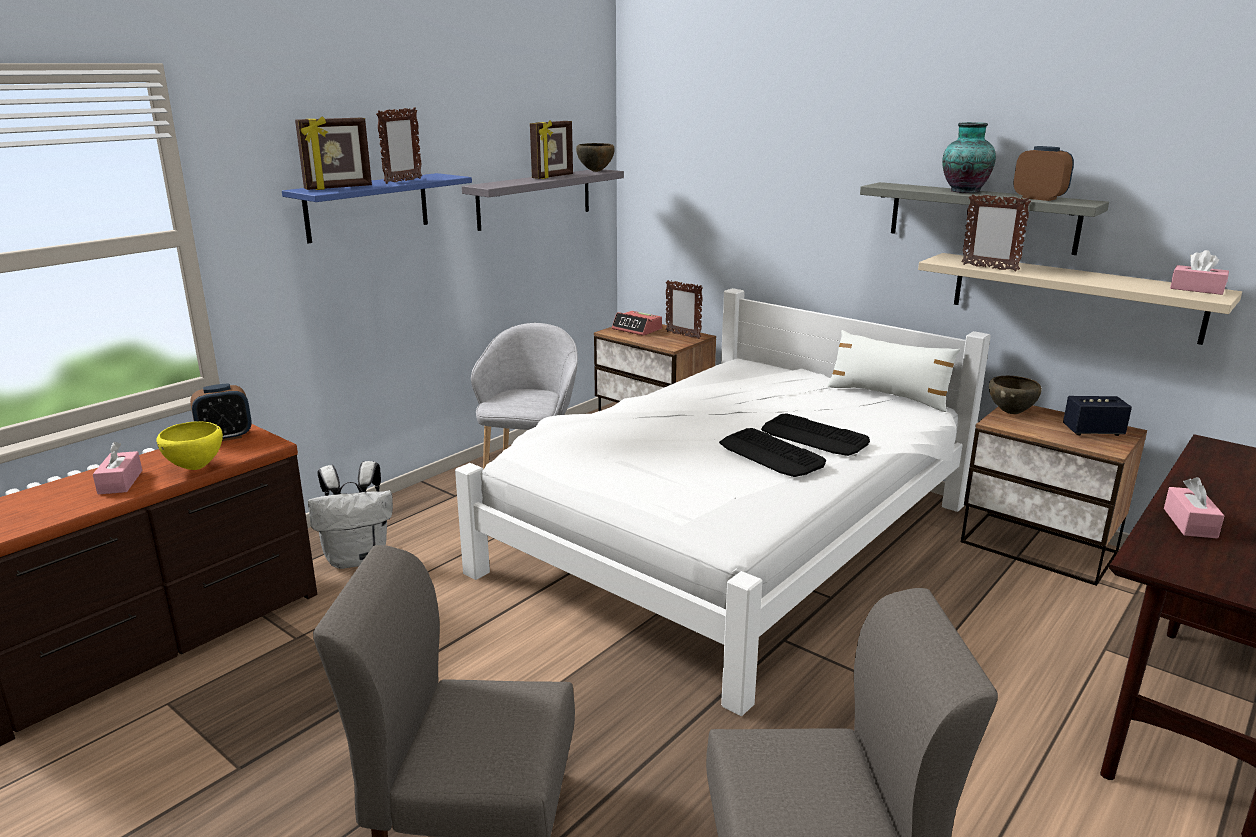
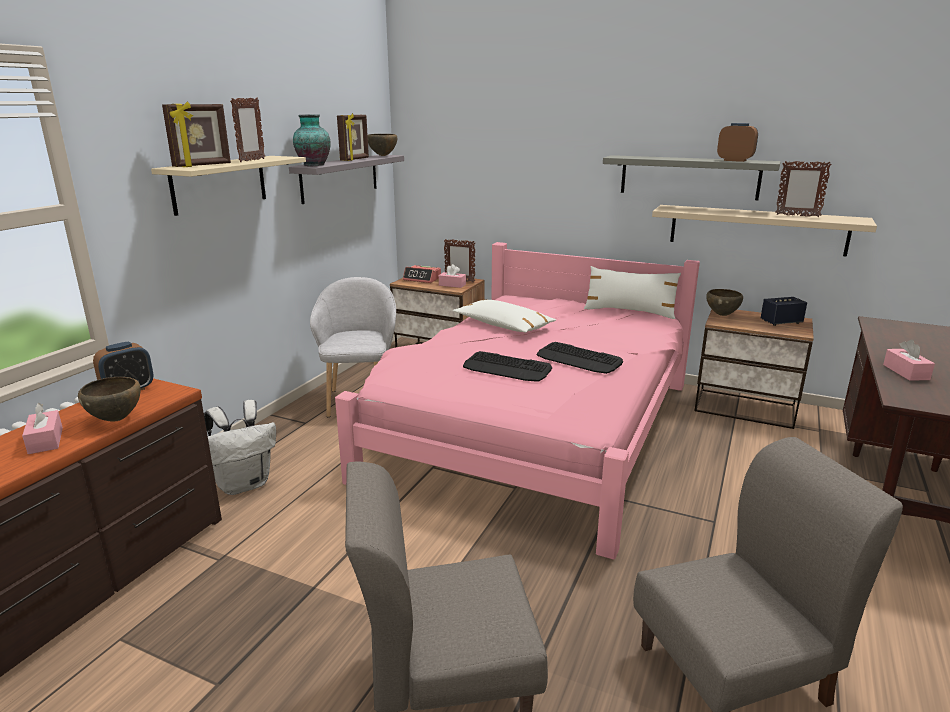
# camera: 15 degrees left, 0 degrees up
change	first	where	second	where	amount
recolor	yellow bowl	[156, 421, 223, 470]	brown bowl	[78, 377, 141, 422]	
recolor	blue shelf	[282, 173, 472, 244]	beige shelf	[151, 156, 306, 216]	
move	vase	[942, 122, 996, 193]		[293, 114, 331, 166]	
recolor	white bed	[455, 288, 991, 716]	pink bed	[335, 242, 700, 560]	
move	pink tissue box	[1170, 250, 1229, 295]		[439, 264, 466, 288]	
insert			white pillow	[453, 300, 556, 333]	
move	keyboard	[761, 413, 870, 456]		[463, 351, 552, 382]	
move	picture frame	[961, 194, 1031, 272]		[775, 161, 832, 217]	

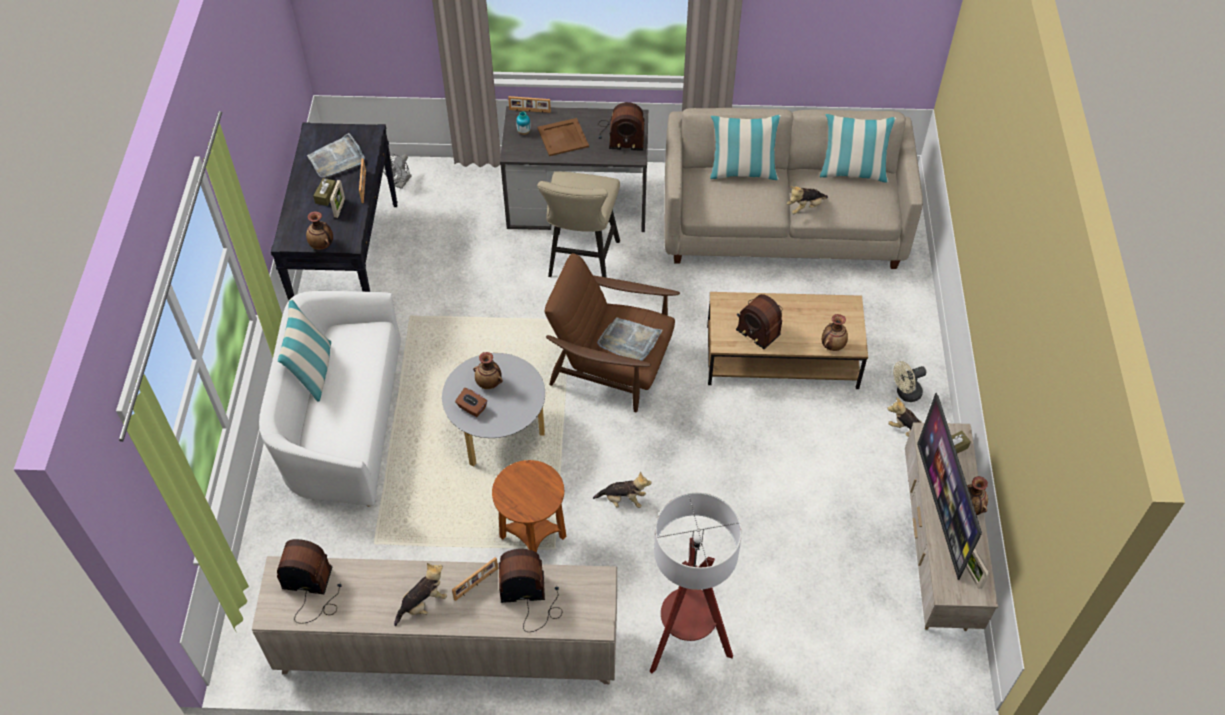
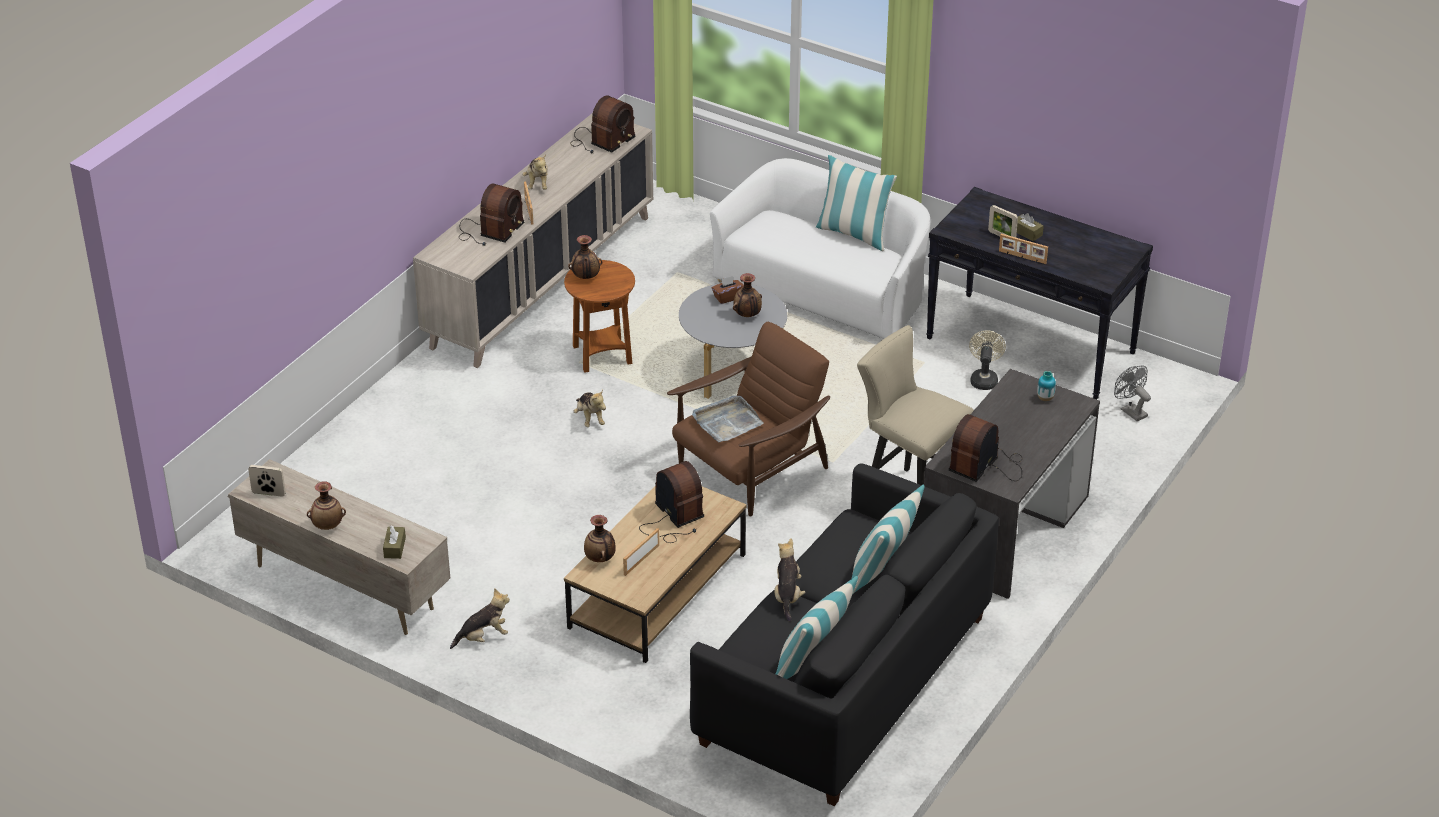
# camera: 120 degrees right, 15 degrees down
change	first	where	second	where	amount
move	vase	[306, 211, 333, 250]		[568, 235, 602, 279]	
rotate	plush toy	[593, 472, 651, 508]		[574, 390, 606, 427]	60 degrees counterclockwise
move	picture frame	[508, 96, 551, 113]		[623, 528, 659, 576]	
rotate	radio	[736, 294, 782, 349]		[639, 461, 704, 543]	75 degrees clockwise
recolor	beige sofa	[664, 108, 923, 269]	black sofa	[690, 463, 999, 806]	
move	beige fan	[893, 361, 926, 402]		[969, 330, 1006, 390]	
delete	grey tray	[307, 133, 365, 178]			
delete	brown tray	[537, 118, 589, 156]			
delete	floor lamp	[650, 492, 742, 674]			
delete	television	[917, 393, 982, 580]			

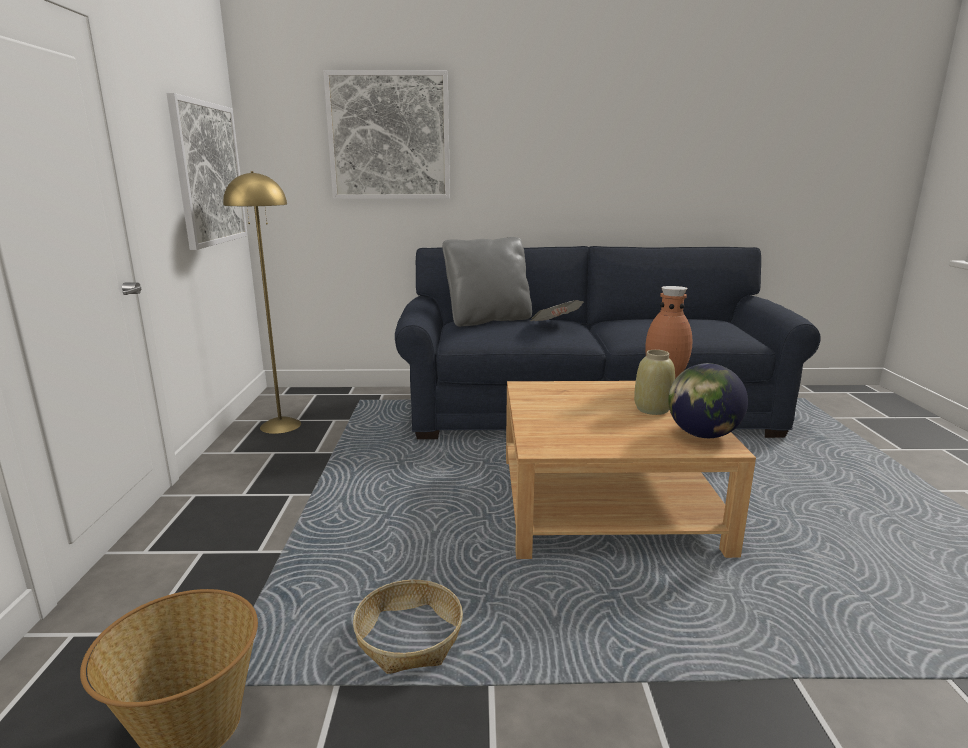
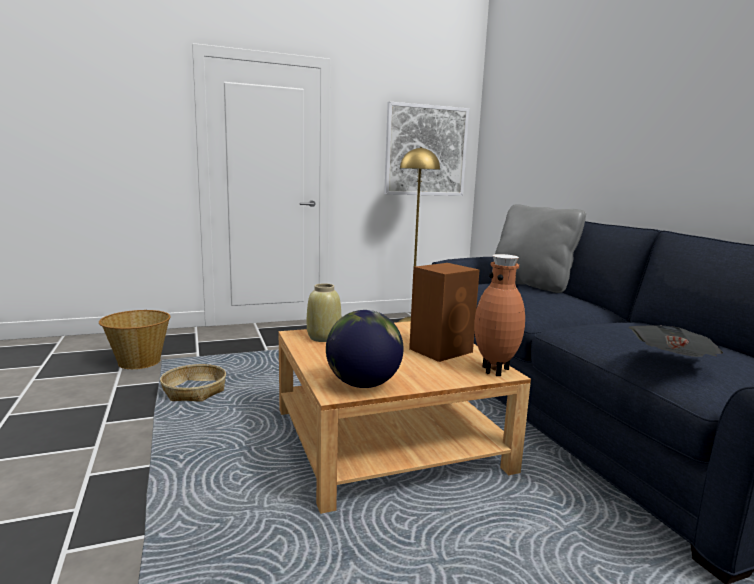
# camera: 70 degrees right, 5 degrees down
change	first	where	second	where	amount
move	beige vase	[634, 350, 675, 415]		[307, 283, 341, 342]	
insert			brown speaker	[409, 263, 480, 362]	
move	newspaper	[530, 300, 584, 321]		[628, 325, 723, 357]	
delete	picture	[323, 70, 450, 199]			

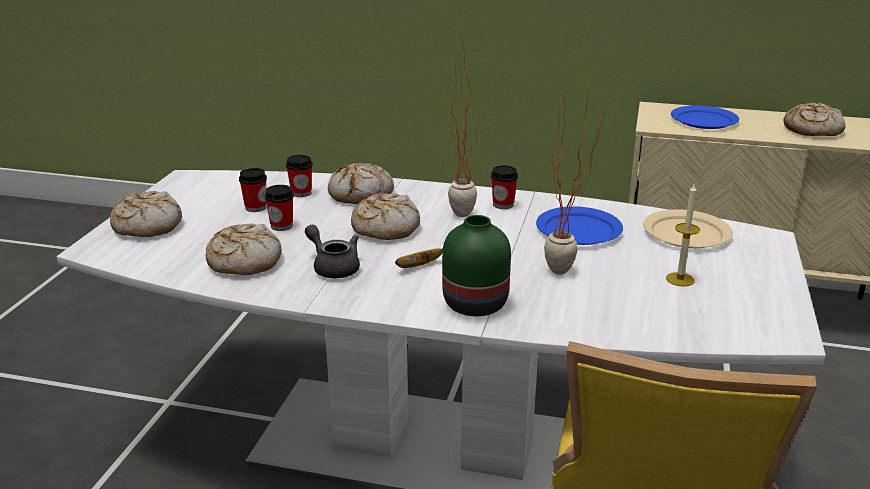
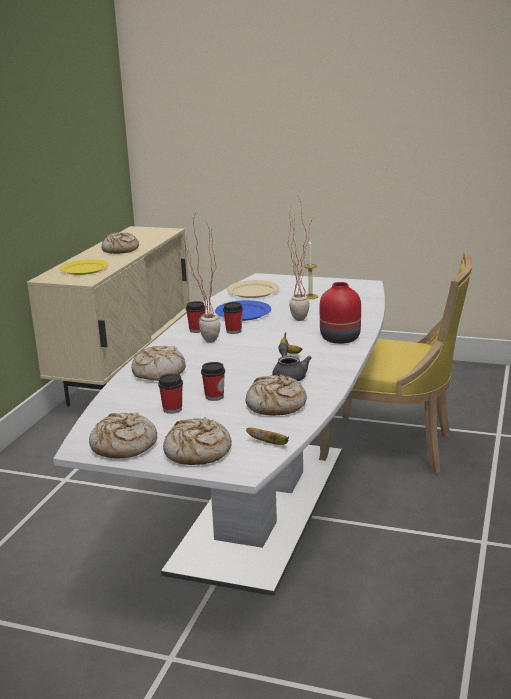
# camera: 85 degrees left, 5 degrees down
change	first	where	second	where	amount
recolor	blue plate	[671, 105, 739, 129]	yellow plate	[59, 259, 109, 275]	
move	bread	[351, 193, 420, 240]		[89, 413, 157, 458]	
move	cup	[286, 155, 313, 197]		[223, 302, 243, 334]	
insert			banana	[246, 428, 289, 445]	
rotate	grey teapot	[305, 224, 360, 278]		[272, 343, 312, 381]	120 degrees clockwise
recolor	green vase	[442, 215, 511, 316]	red vase	[320, 282, 361, 344]	

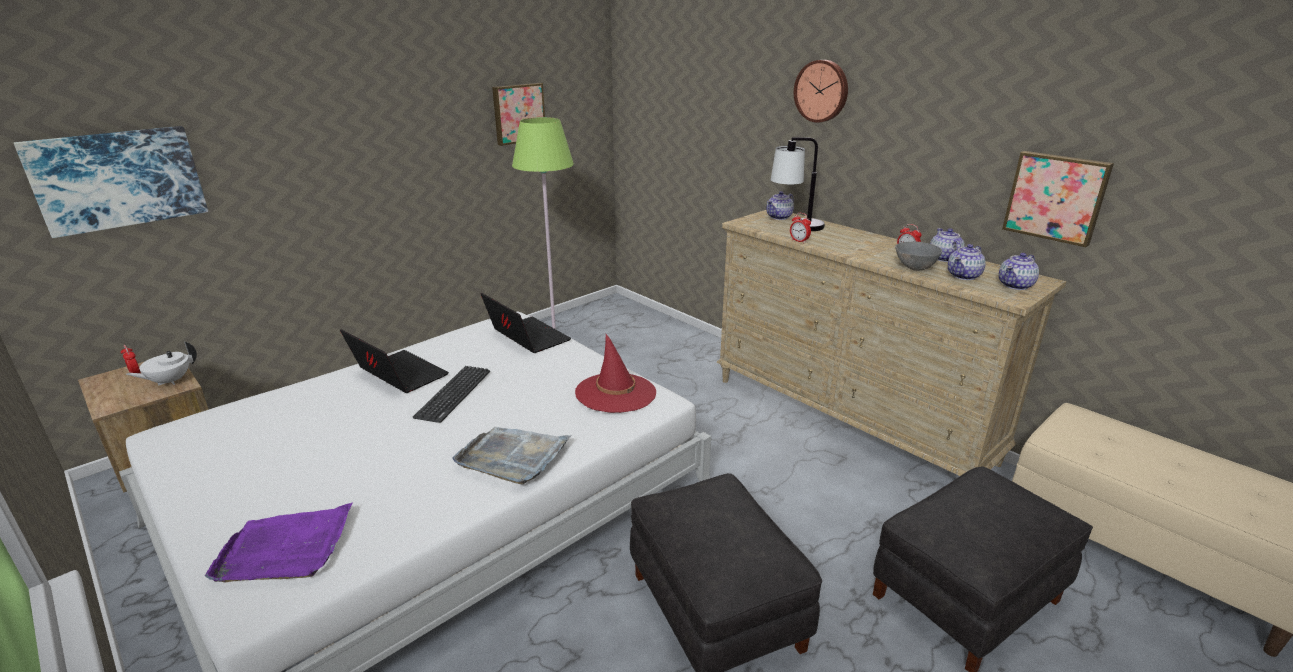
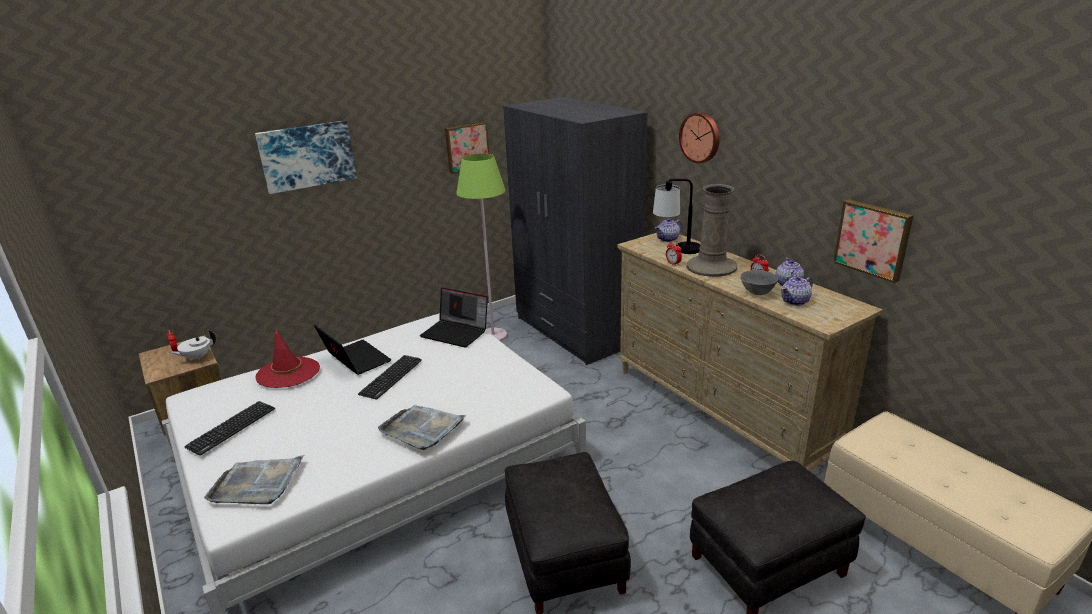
# camera: 10 degrees right, 0 degrees up
change	first	where	second	where	amount
insert			keyboard	[185, 401, 275, 455]	
recolor	purple tray	[205, 502, 353, 582]	grey tray	[204, 455, 304, 504]	
move	picture	[14, 126, 208, 238]		[255, 120, 357, 194]	
move	red hat	[575, 334, 656, 413]		[256, 329, 320, 388]	
rotate	laptop	[481, 293, 571, 353]		[420, 287, 488, 348]	150 degrees clockwise
insert			grey wardrobe	[503, 97, 648, 365]	
insert			beige vase	[686, 184, 737, 277]	
delete	teapot	[999, 253, 1039, 290]			

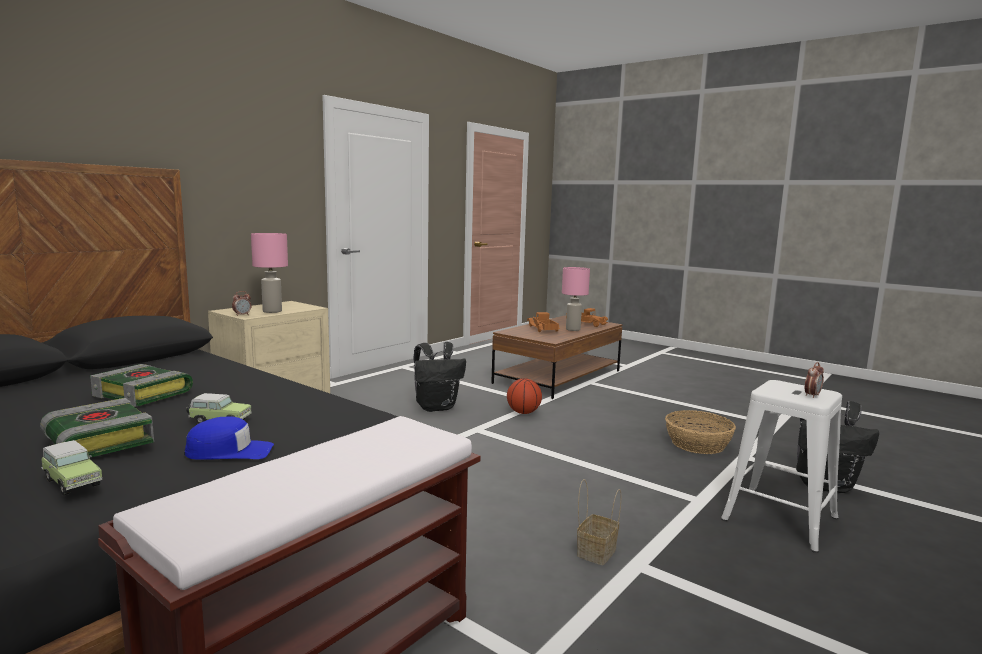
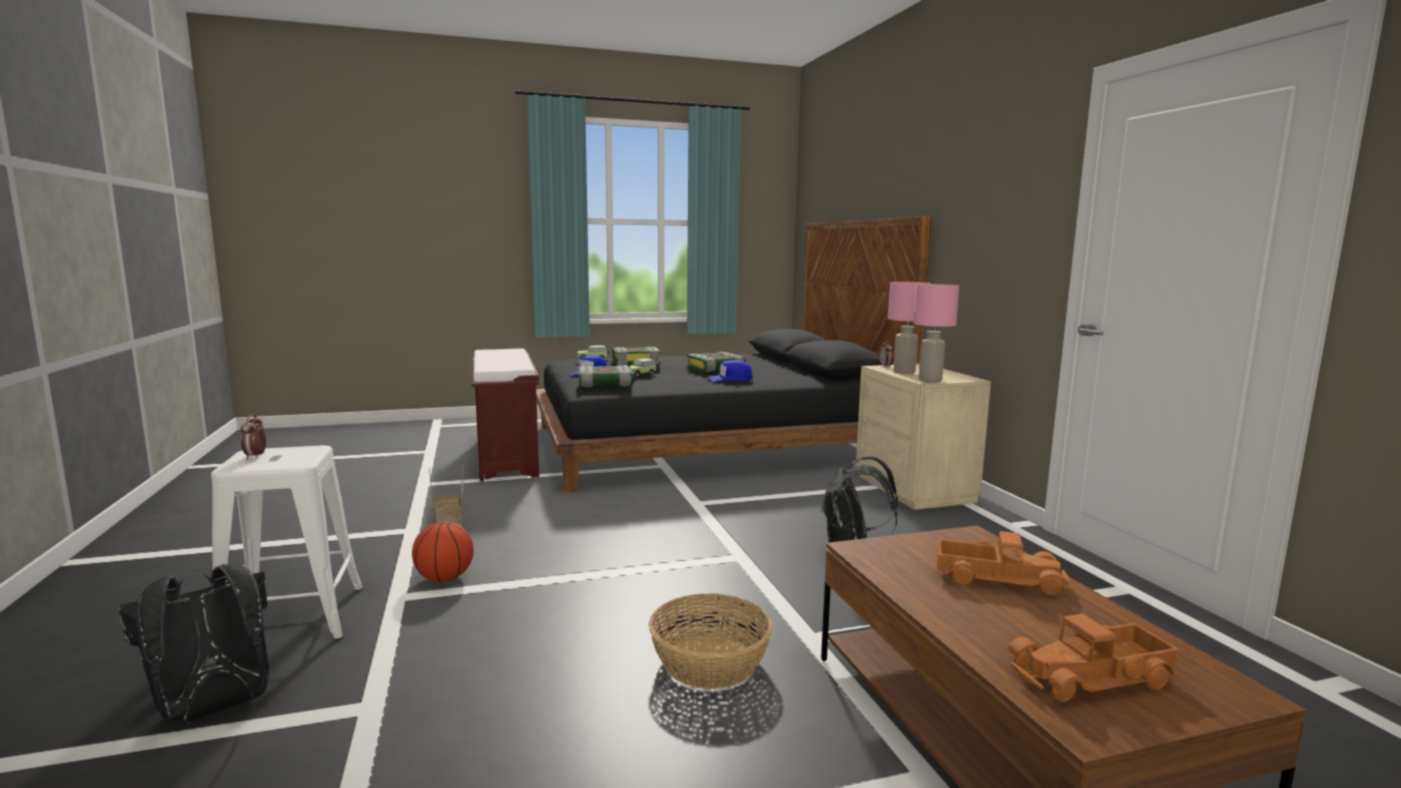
# camera: 125 degrees right, 0 degrees up
change	first	where	second	where	amount
move	basketball	[507, 378, 542, 414]		[412, 521, 474, 582]	
insert			book	[579, 365, 633, 387]	
move	basket	[665, 410, 736, 454]		[649, 593, 772, 689]	
insert			blue cap	[708, 360, 753, 381]	
move	pink table lamp	[562, 267, 590, 331]		[913, 284, 959, 382]	

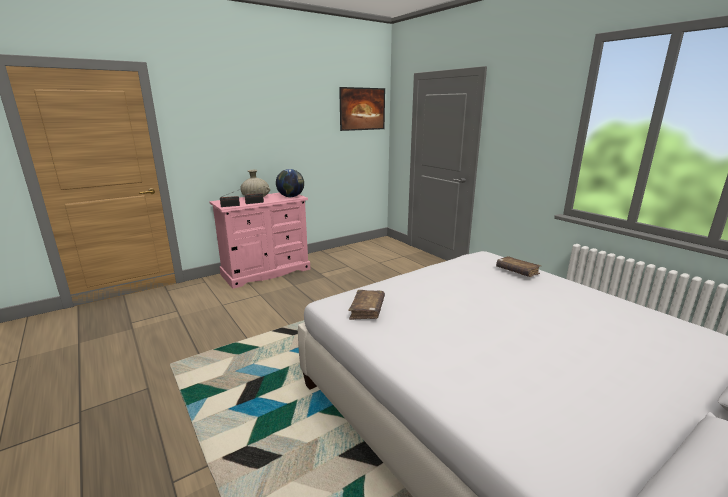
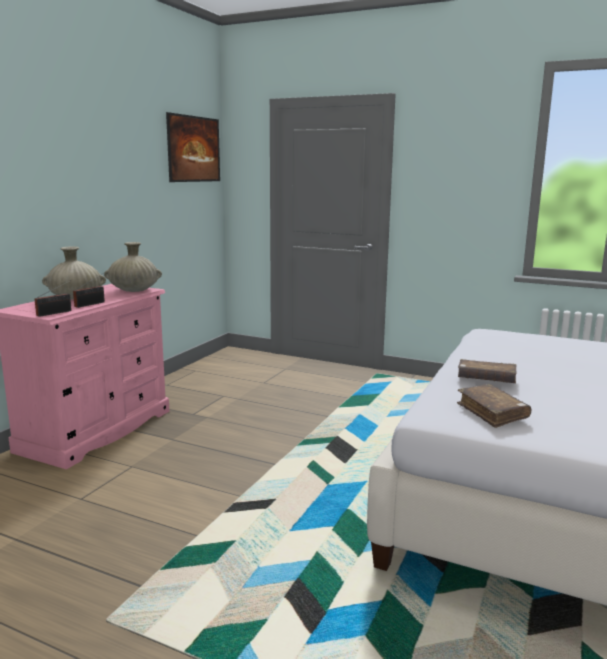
# camera: 30 degrees left, 5 degrees down
change	first	where	second	where	amount
replace	globe	[276, 169, 304, 197]	beige vase	[104, 242, 162, 292]	
move	brown book	[496, 256, 541, 277]		[458, 359, 517, 383]	

